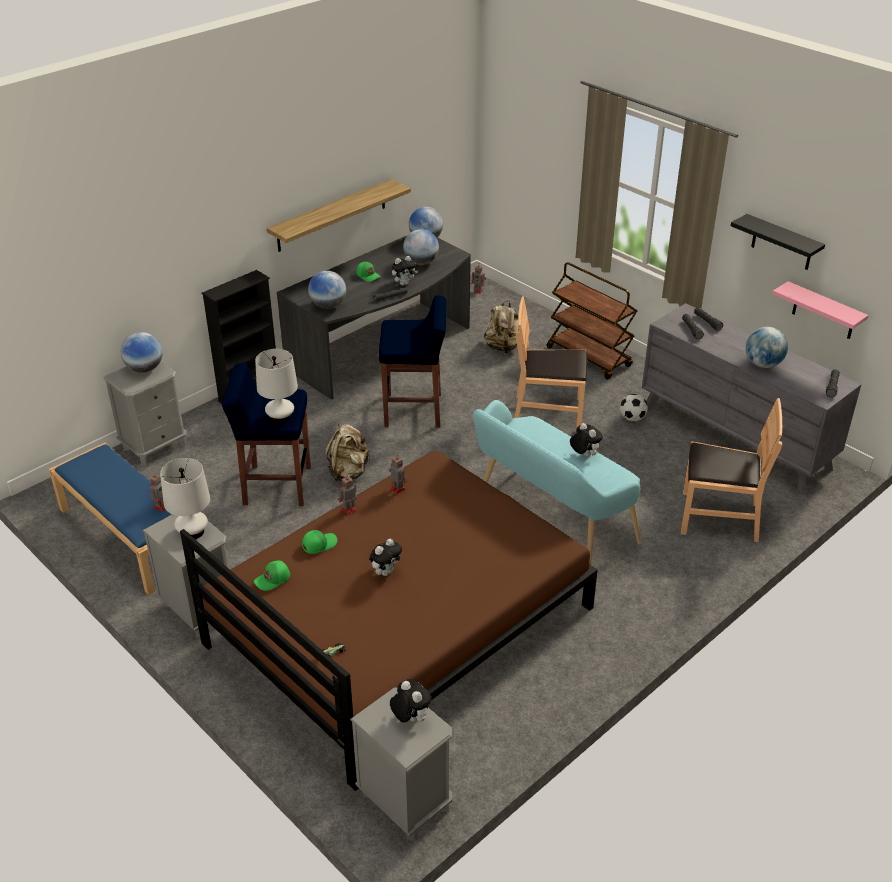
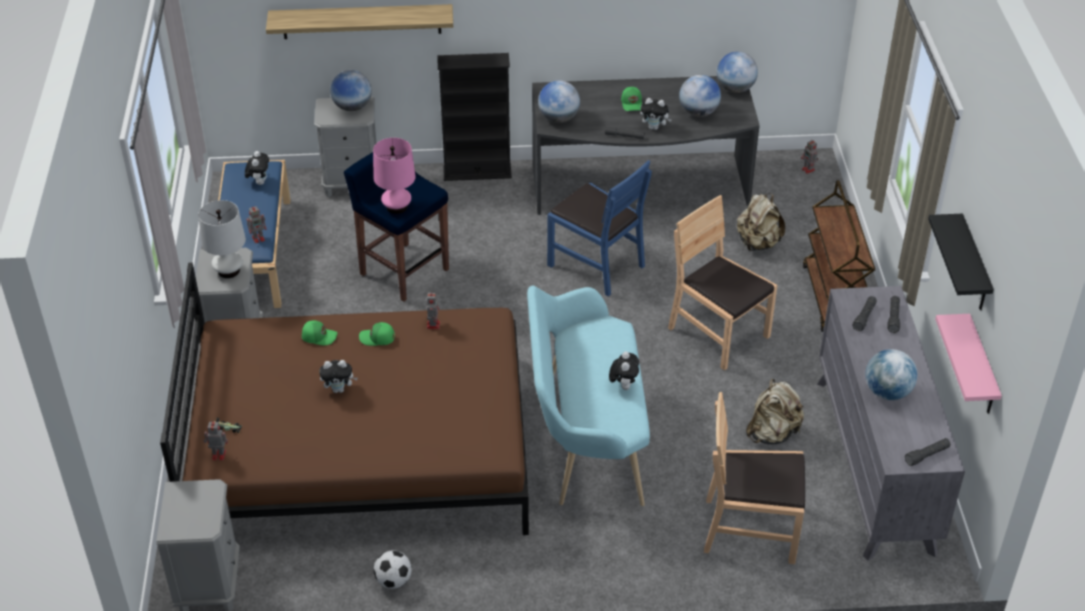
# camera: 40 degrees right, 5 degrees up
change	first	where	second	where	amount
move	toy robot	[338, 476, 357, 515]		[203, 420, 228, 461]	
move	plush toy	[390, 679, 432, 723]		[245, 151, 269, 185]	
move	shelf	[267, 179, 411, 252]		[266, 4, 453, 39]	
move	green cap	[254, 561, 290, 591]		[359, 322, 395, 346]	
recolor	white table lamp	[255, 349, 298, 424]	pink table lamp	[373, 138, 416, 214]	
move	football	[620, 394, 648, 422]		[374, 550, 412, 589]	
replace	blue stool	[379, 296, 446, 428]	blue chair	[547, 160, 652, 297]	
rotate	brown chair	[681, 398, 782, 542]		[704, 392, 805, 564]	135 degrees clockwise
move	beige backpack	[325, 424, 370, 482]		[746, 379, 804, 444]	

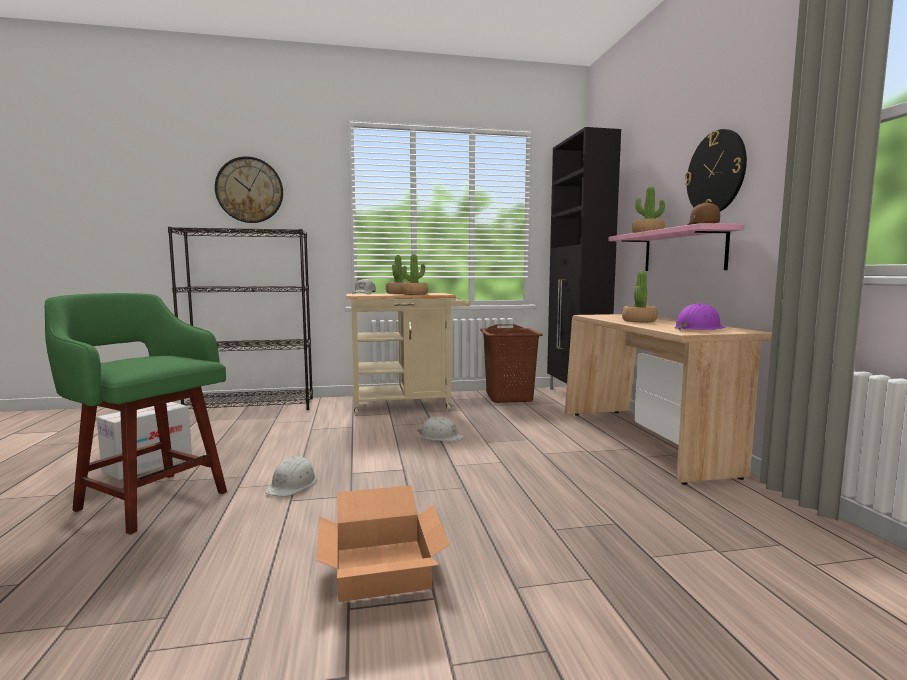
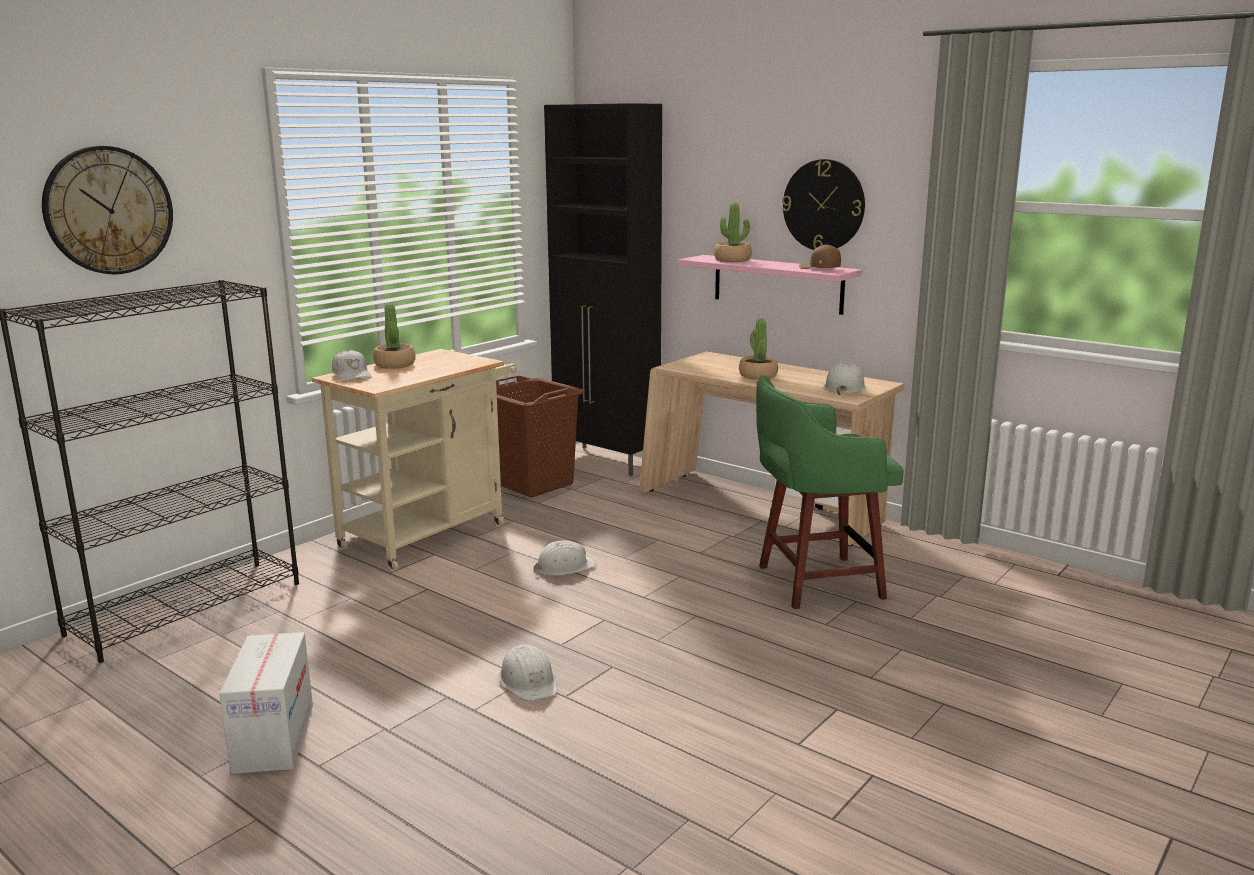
# camera: 40 degrees left, 10 degrees up
change	first	where	second	where	amount
move	green stool	[45, 293, 227, 535]		[756, 375, 904, 609]	
recolor	purple hard hat	[674, 303, 726, 330]	white hard hat	[824, 361, 866, 395]	
delete	cardboard box	[316, 485, 450, 602]			
delete	potted plant	[401, 254, 428, 295]			

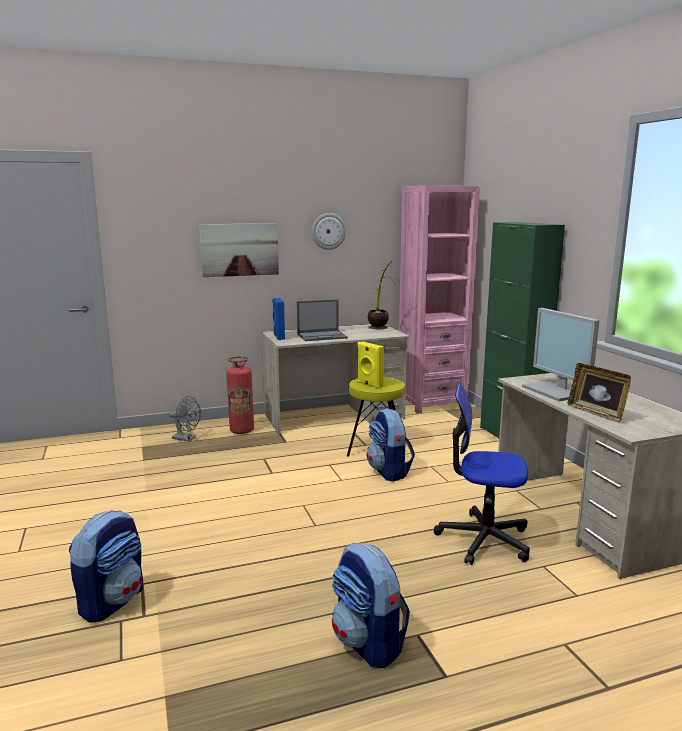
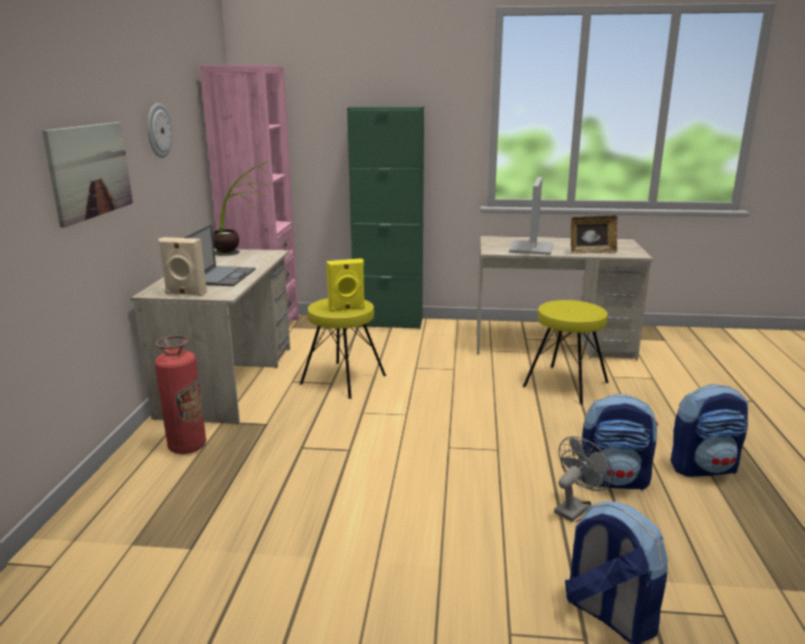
# camera: 65 degrees left, 5 degrees up
change	first	where	second	where	amount
recolor	blue speaker	[273, 298, 285, 340]	beige speaker	[158, 237, 207, 296]	
rotate	monitor	[522, 308, 600, 401]		[509, 177, 553, 255]	105 degrees clockwise
replace	office chair	[434, 383, 530, 565]	yellow stool	[523, 300, 609, 405]	
move	grey fan	[169, 396, 201, 442]		[554, 436, 613, 522]	
move	backpack	[366, 408, 415, 482]		[580, 394, 658, 490]	

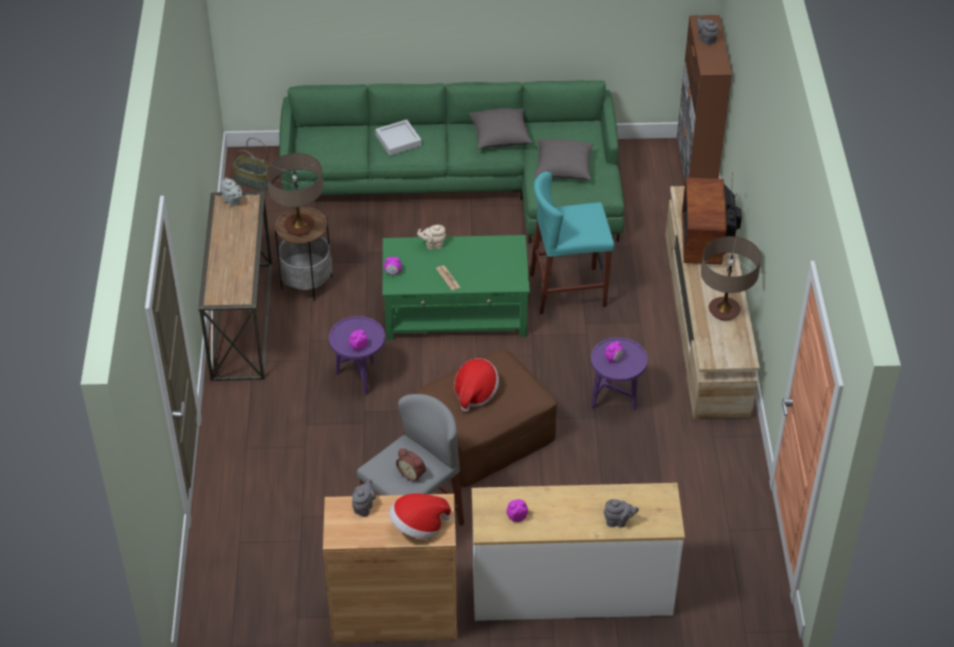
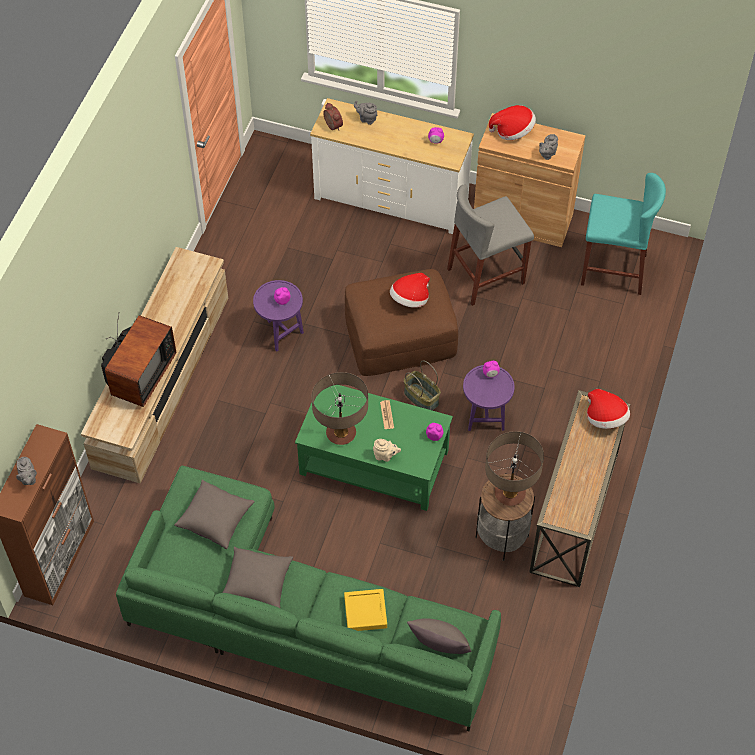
# camera: 160 degrees left, 10 degrees up
change	first	where	second	where	amount
move	table lamp	[701, 236, 761, 321]		[312, 372, 368, 445]	
move	alarm clock	[396, 449, 426, 482]		[323, 103, 343, 131]	
recolor	grey tray	[375, 119, 422, 156]	yellow tray	[344, 589, 387, 631]	
move	basket	[232, 138, 273, 191]		[404, 360, 441, 411]	
insert			grey pillow	[407, 618, 472, 654]	
move	turquoise stool	[530, 172, 615, 315]		[581, 173, 666, 295]	
insert			hat	[587, 389, 630, 429]	
delete	grey teapot	[221, 178, 242, 206]			

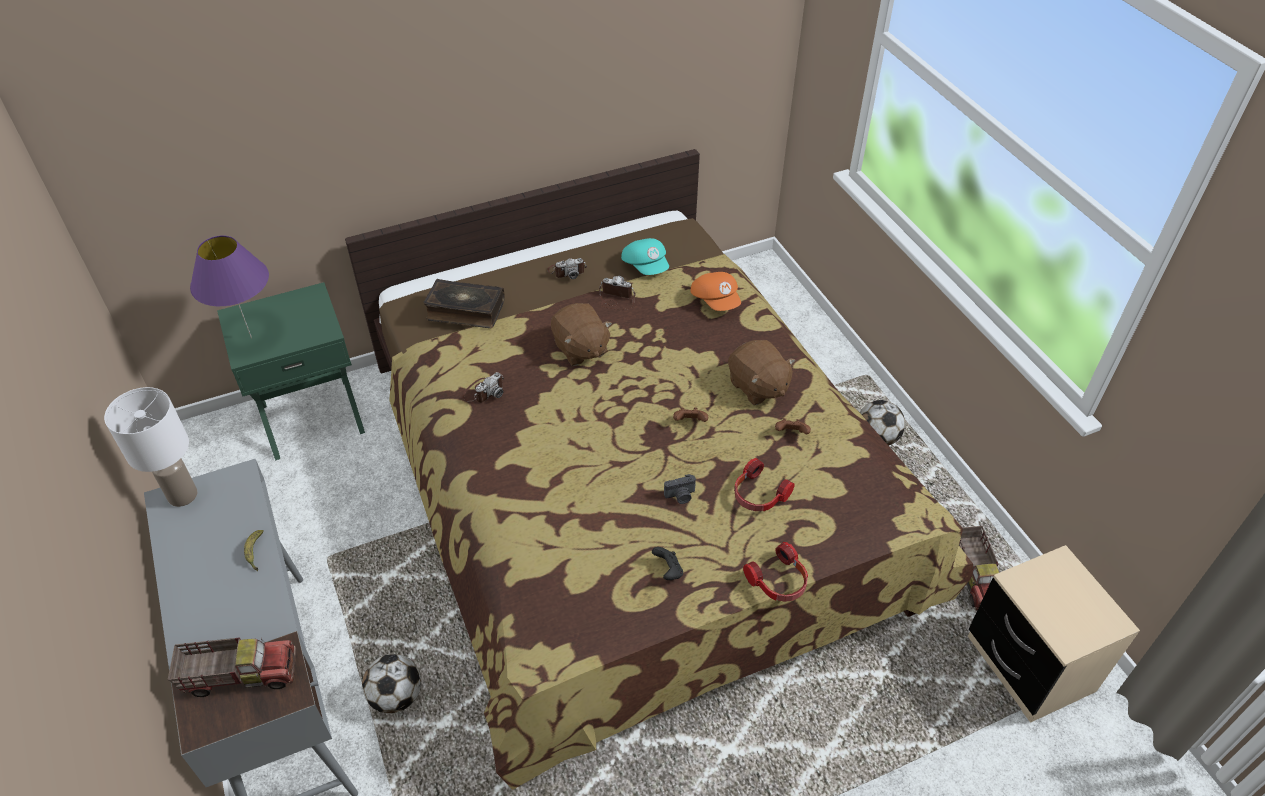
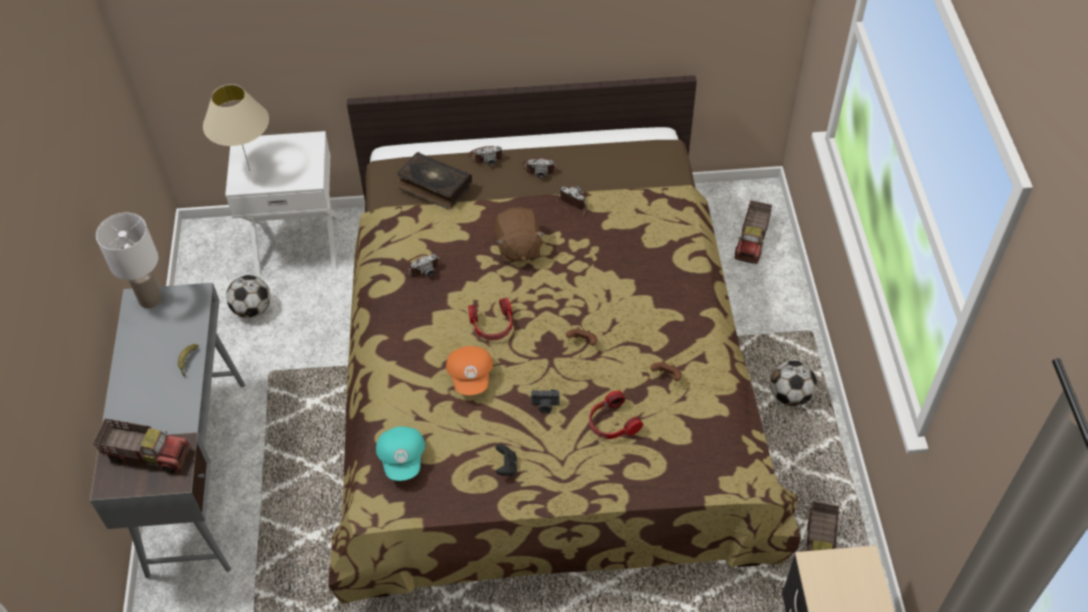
# camera: 20 degrees right, 5 degrees up
change	first	where	second	where	amount
recolor	purple table lamp	[190, 235, 269, 339]	beige table lamp	[203, 84, 269, 171]	
recolor	green nightstand	[217, 282, 365, 460]	white nightstand	[225, 131, 338, 275]	
move	football	[362, 654, 421, 713]		[226, 275, 270, 318]	
move	turquoise cap	[621, 238, 669, 275]		[376, 426, 425, 481]	
move	orange cap	[690, 272, 741, 311]		[446, 346, 493, 395]	
insert			photo camera	[468, 146, 505, 166]	
move	headphones	[743, 542, 808, 602]		[468, 297, 512, 340]	
insert			toy truck	[734, 200, 772, 264]	
delete	brown plush toy	[728, 340, 795, 405]			

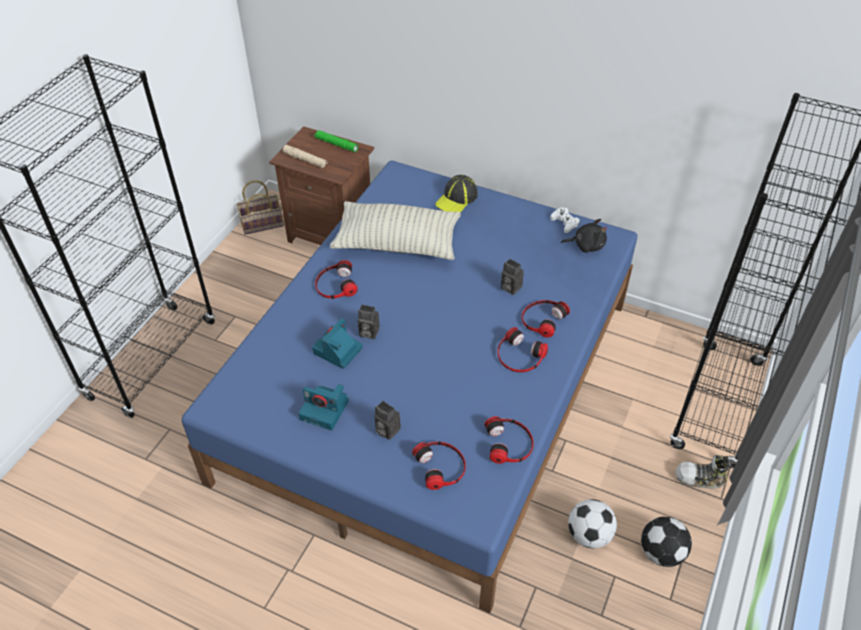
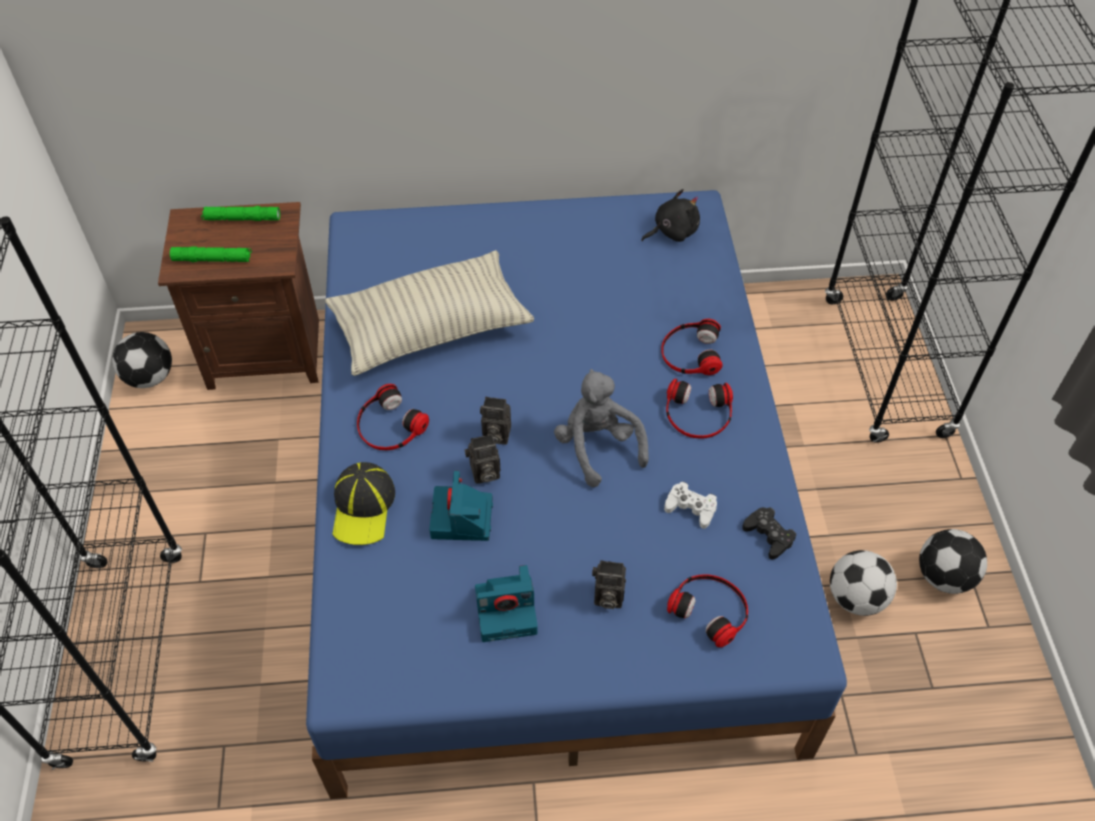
# camera: 30 degrees left, 5 degrees up
change	first	where	second	where	amount
replace	basket	[236, 180, 284, 235]	football	[112, 332, 172, 388]	
recolor	beige flashlight	[283, 145, 327, 168]	green flashlight	[170, 246, 252, 262]	
move	cap	[435, 175, 478, 212]		[332, 462, 395, 545]	
move	photo camera	[501, 259, 524, 295]		[480, 397, 511, 445]	
insert			grey plush toy	[554, 369, 649, 487]	
move	white game controller	[551, 208, 580, 233]		[664, 482, 717, 529]	
replace	headphones	[484, 416, 534, 464]	black game controller	[742, 507, 796, 559]	
delete	shoe	[676, 455, 730, 489]			

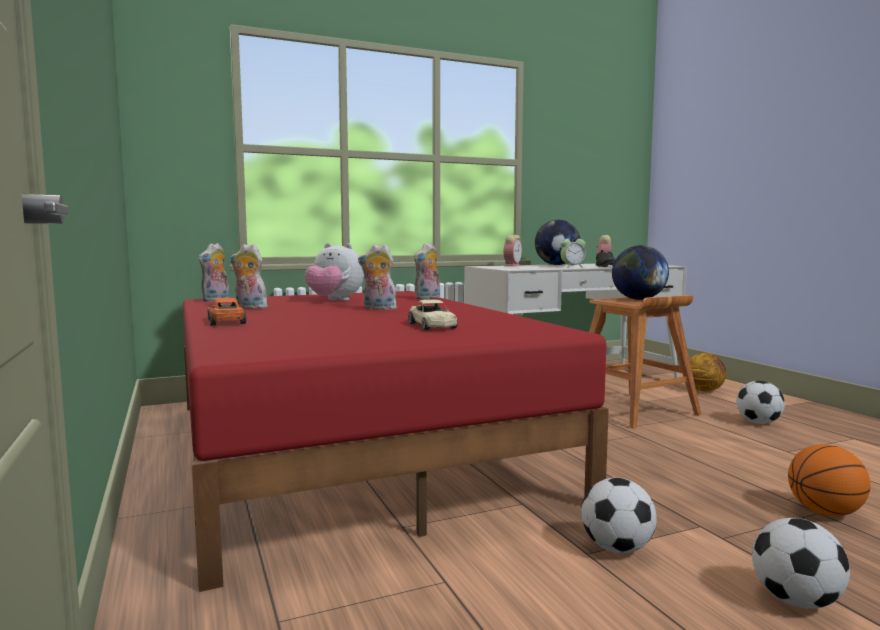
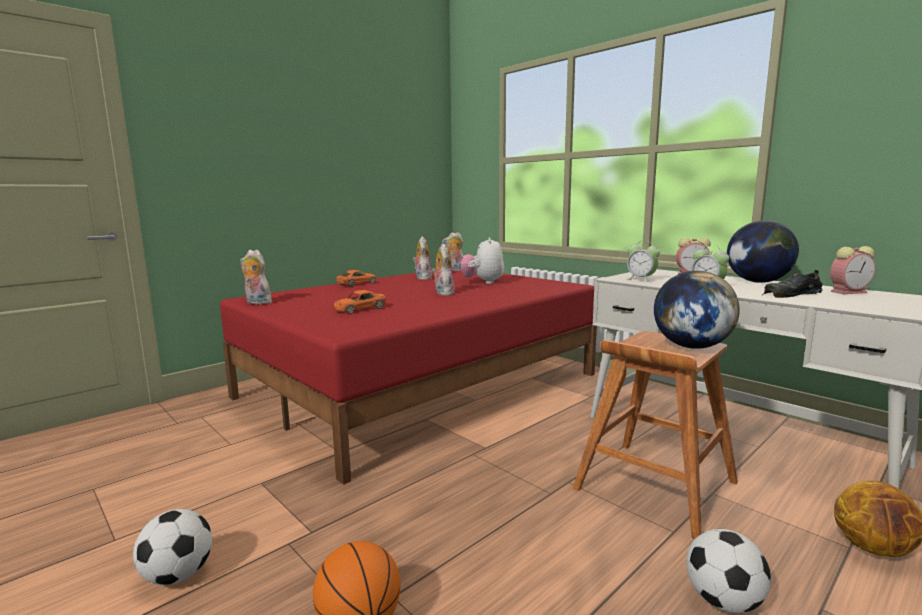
# camera: 70 degrees right, 5 degrees up
change	first	where	second	where	amount
move	plush toy	[414, 243, 440, 299]		[240, 250, 272, 305]	
recolor	beige toy car	[408, 300, 458, 330]	orange toy car	[334, 290, 386, 314]	
insert			alarm clock	[626, 240, 660, 282]	
delete	football	[581, 478, 657, 553]			

